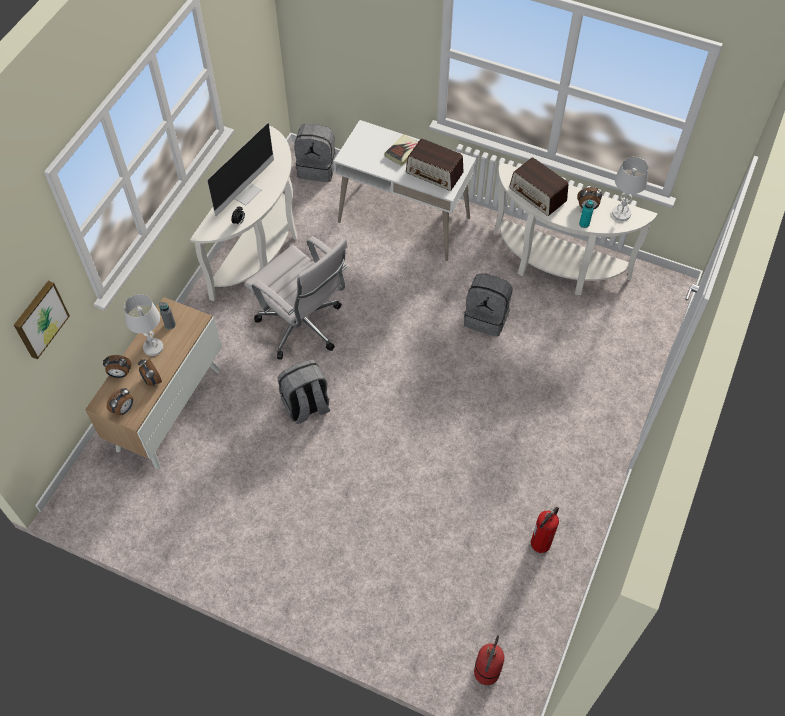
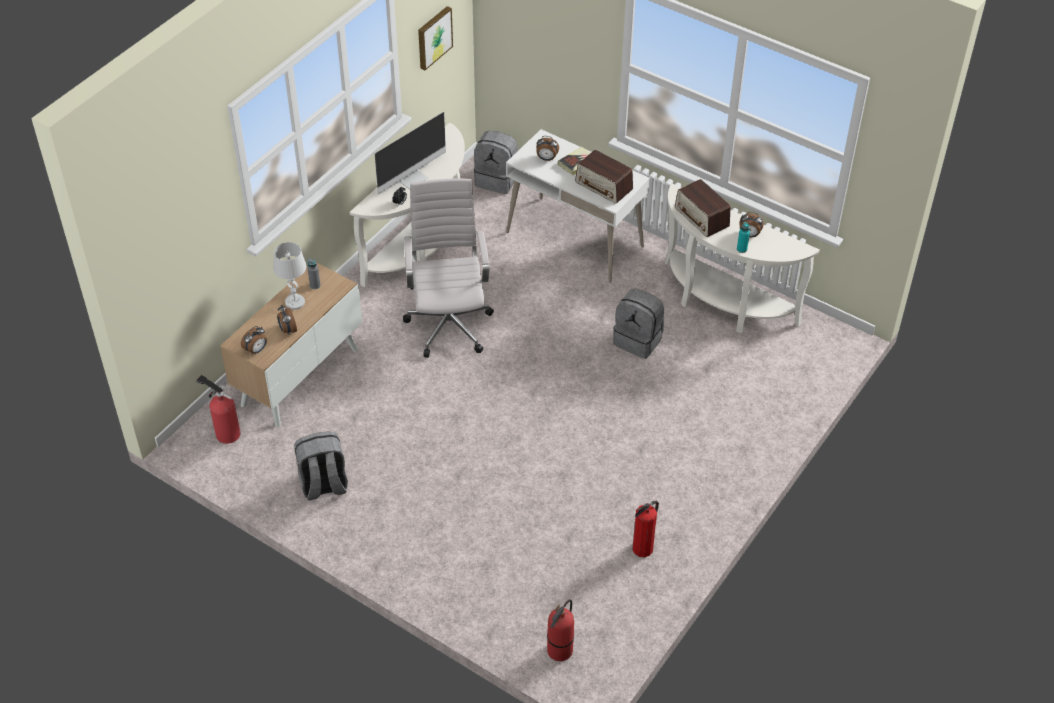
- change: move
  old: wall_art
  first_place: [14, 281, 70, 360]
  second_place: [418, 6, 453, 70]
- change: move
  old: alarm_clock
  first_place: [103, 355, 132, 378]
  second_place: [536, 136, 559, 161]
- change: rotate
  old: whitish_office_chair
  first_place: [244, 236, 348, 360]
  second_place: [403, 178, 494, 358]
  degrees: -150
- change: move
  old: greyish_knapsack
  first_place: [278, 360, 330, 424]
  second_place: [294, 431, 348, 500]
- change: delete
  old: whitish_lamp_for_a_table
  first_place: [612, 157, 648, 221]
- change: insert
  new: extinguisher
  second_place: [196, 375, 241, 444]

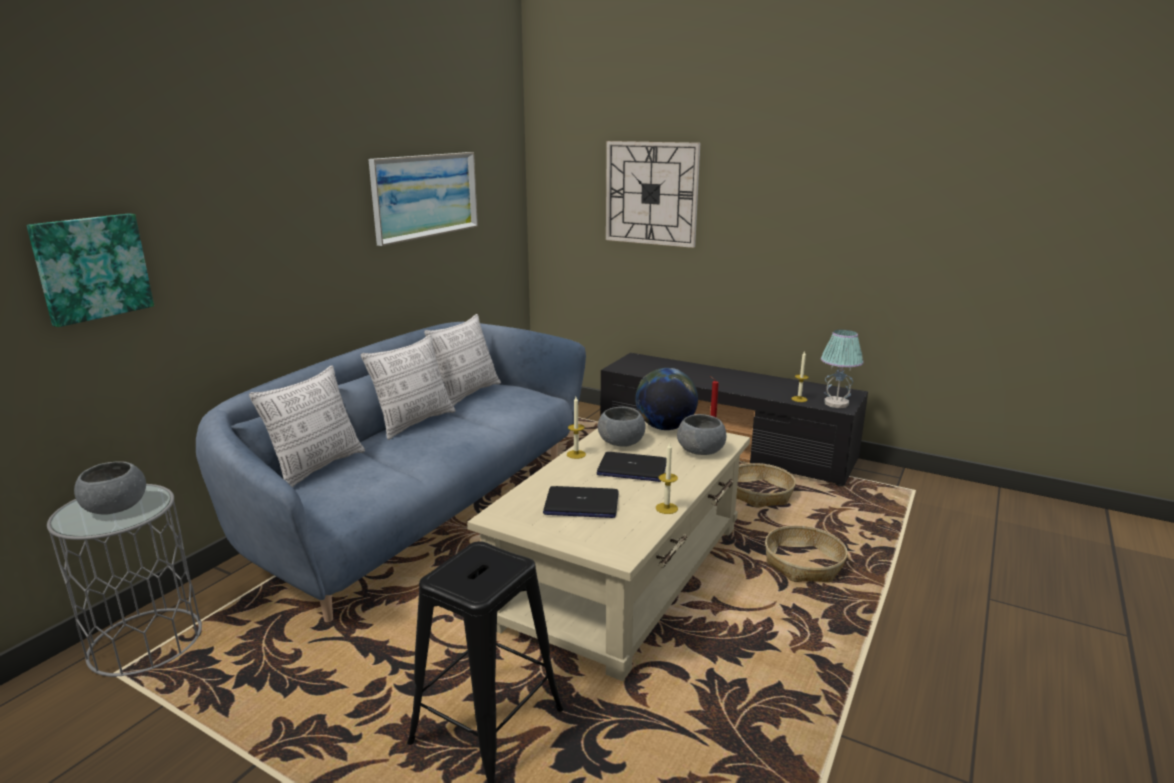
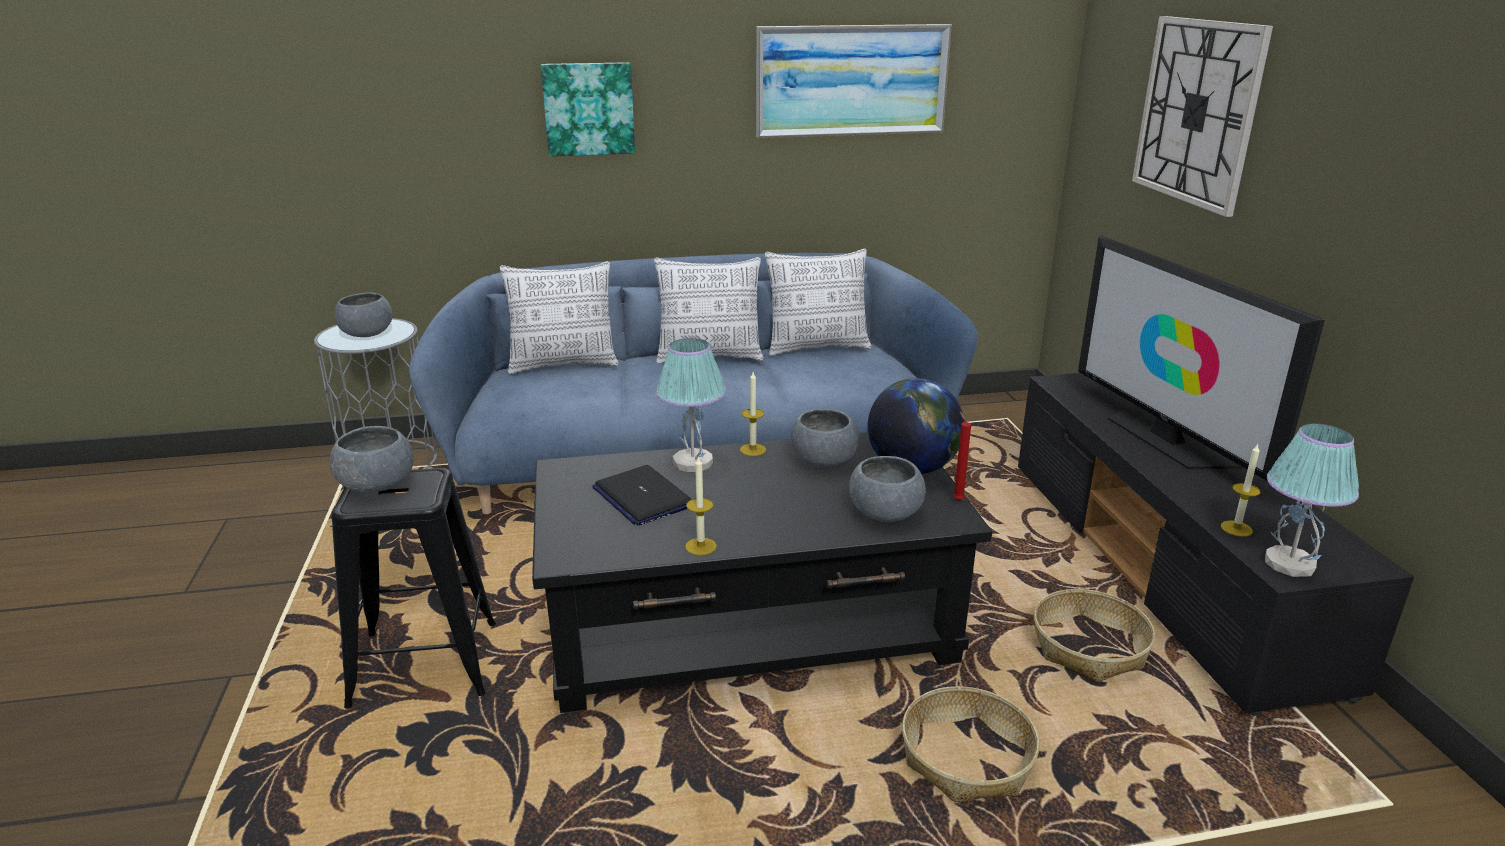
- change: move
  old: wall_art
  first_place: [27, 213, 154, 327]
  second_place: [541, 62, 635, 156]
- change: recolor
  old: beige-coloured_lounge_table
  new: black-coloured_lounge_table
  first_place: [467, 422, 750, 681]
  second_place: [532, 432, 992, 713]
- change: delete
  old: portable_computer
  first_place: [596, 452, 667, 482]
- change: insert
  new: greyish_deep_dish
  second_place: [329, 426, 414, 493]
- change: insert
  new: lamp_for_a_table
  second_place: [656, 338, 726, 472]
- change: insert
  new: TV
  second_place: [1078, 235, 1325, 481]

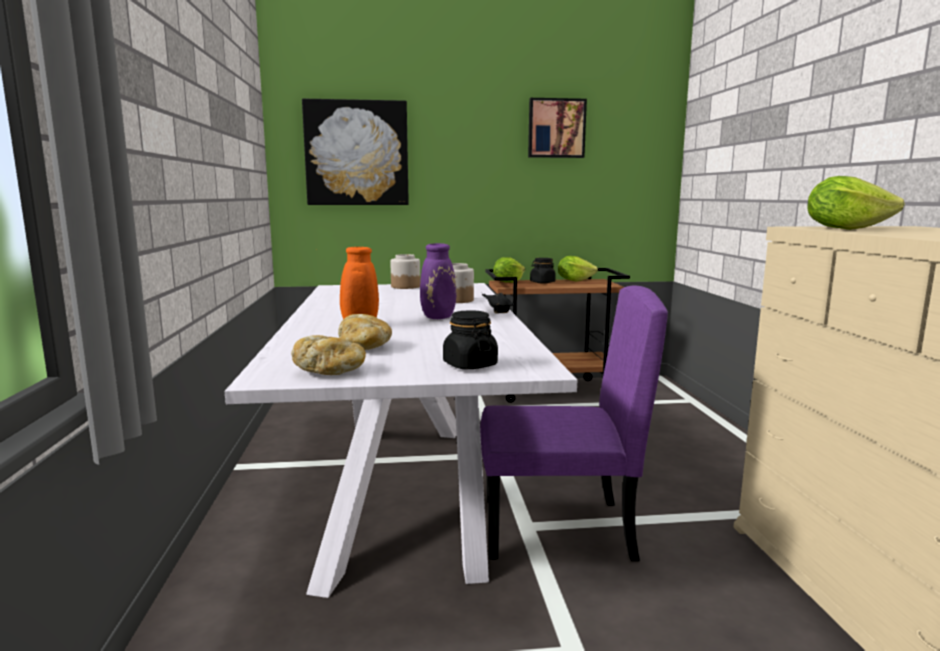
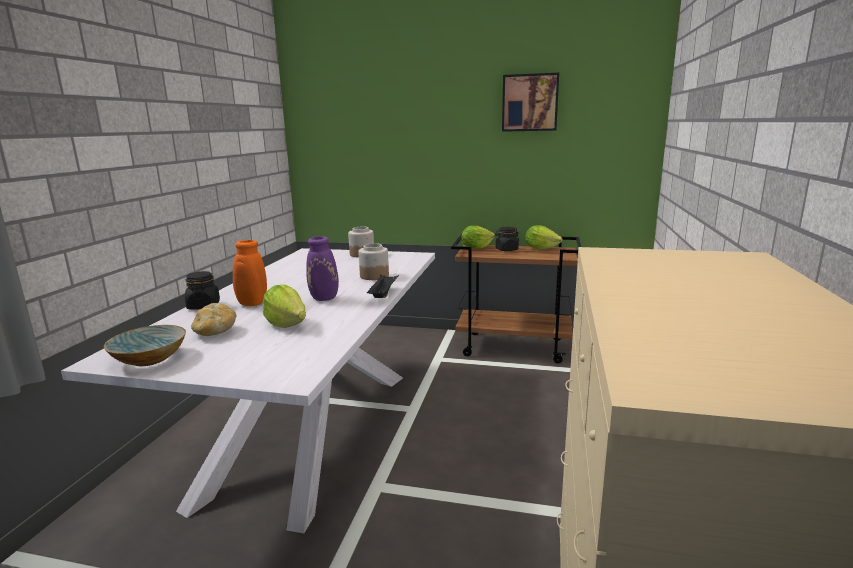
- change: replace
  old: bakery_bread
  new: deep_dish
  first_place: [291, 335, 366, 375]
  second_place: [104, 325, 186, 366]
- change: delete
  old: wall_art
  first_place: [302, 99, 409, 205]
- change: move
  old: black-coloured_jar
  first_place: [443, 310, 498, 369]
  second_place: [185, 271, 220, 310]
- change: delete
  old: purplish_upright_chair
  first_place: [480, 285, 668, 561]
- change: move
  old: lettuce_head
  first_place: [807, 176, 905, 230]
  second_place: [263, 285, 306, 328]

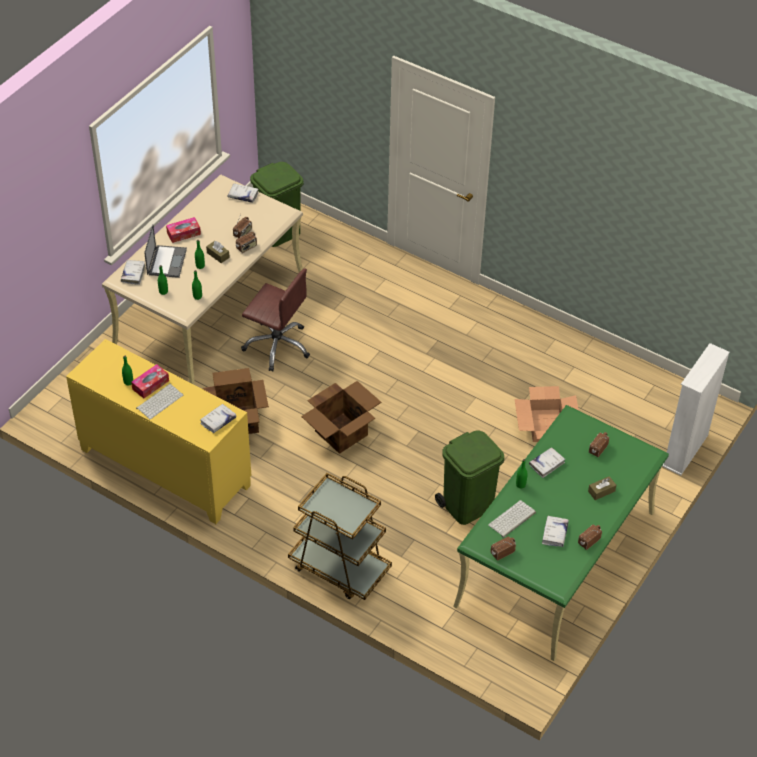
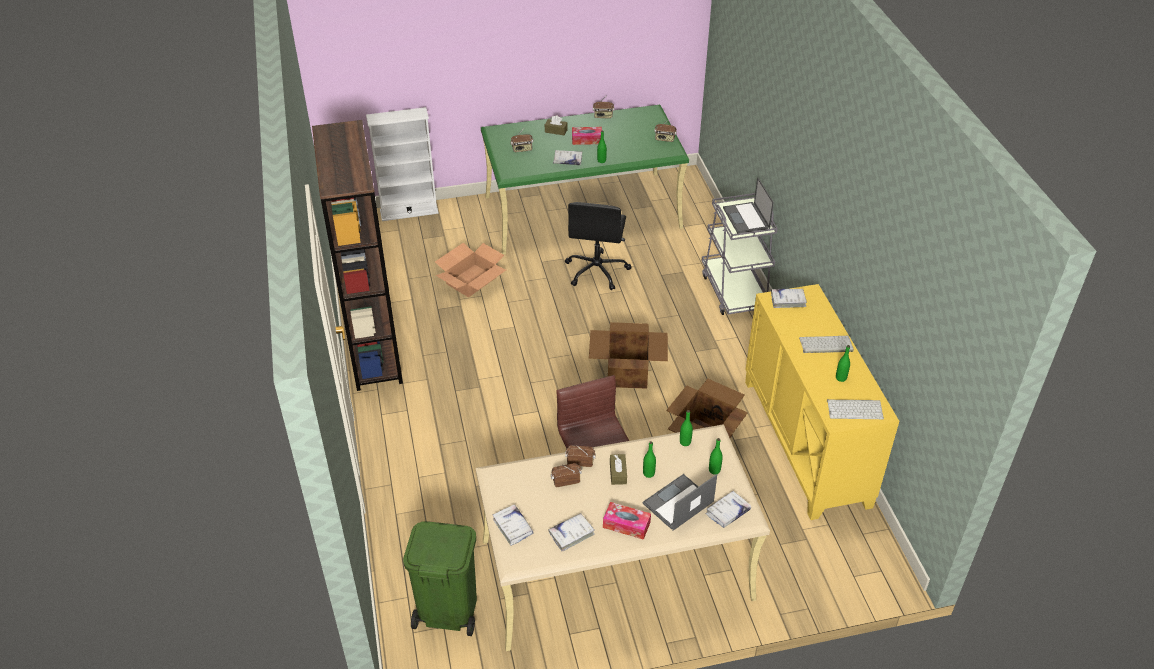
- change: move
  old: box_of_tissues
  first_place: [131, 364, 169, 399]
  second_place: [572, 127, 602, 145]
- change: recolor
  old: brown_cart
  new: greyish_cart
  first_place: [288, 473, 392, 600]
  second_place: [702, 193, 778, 315]
- change: replace
  old: green_rubbish_bin
  new: black-coloured_office_chair
  first_place: [435, 431, 505, 525]
  second_place: [565, 202, 631, 290]
- change: move
  old: keyboard
  first_place: [488, 500, 536, 538]
  second_place: [827, 399, 884, 419]
- change: move
  old: whitish_bound_book
  first_place: [542, 516, 569, 547]
  second_place: [548, 513, 595, 551]
- change: insert
  new: brown_shelving_unit
  second_place: [312, 120, 403, 391]
- change: insert
  new: portable_computer
  second_place: [723, 177, 774, 234]

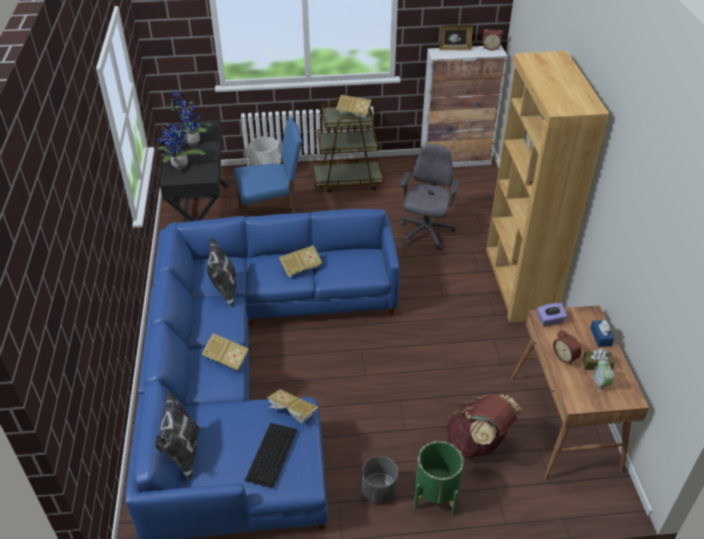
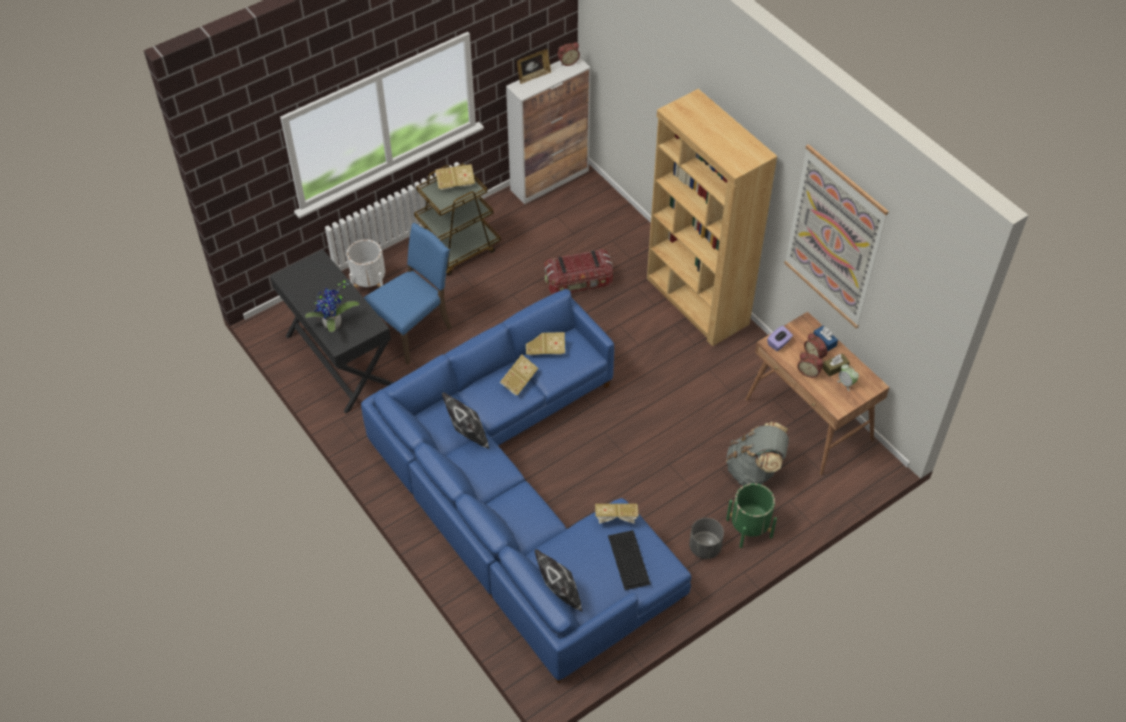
- change: delete
  old: potted_plant
  first_place: [167, 90, 211, 146]
- change: move
  old: bound_book
  first_place: [201, 334, 249, 371]
  second_place: [526, 332, 565, 355]
- change: replace
  old: greyish_office_chair
  new: storage_bin
  first_place: [400, 144, 460, 250]
  second_place: [544, 249, 613, 294]
- change: recolor
  old: brown_knapsack
  new: greyish_knapsack
  first_place: [447, 394, 523, 458]
  second_place: [726, 422, 789, 486]
- change: insert
  new: wall_art
  second_place: [784, 144, 889, 329]
- change: insert
  new: alarm_clock
  second_place: [804, 333, 828, 359]

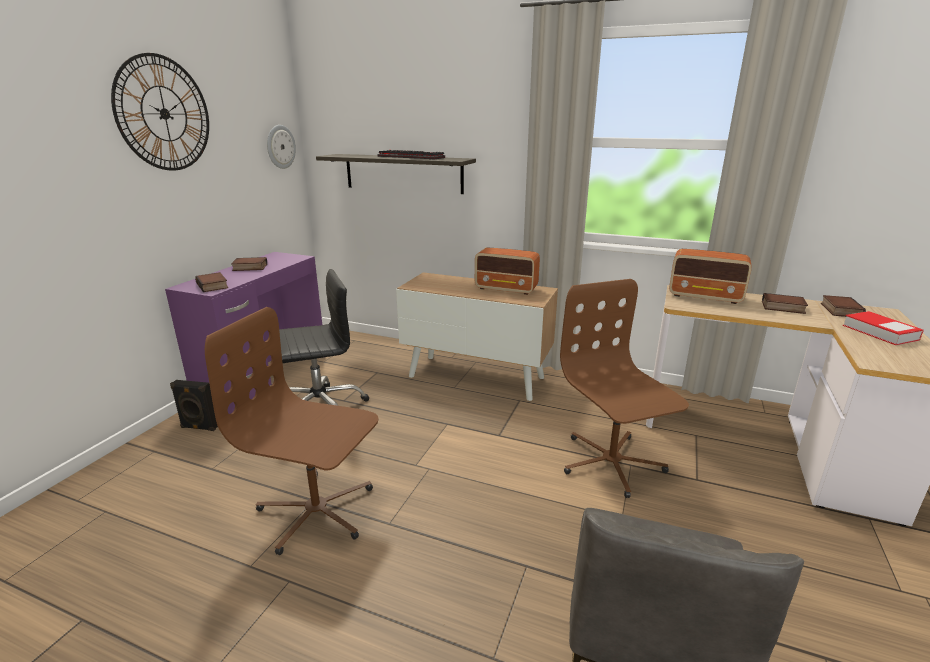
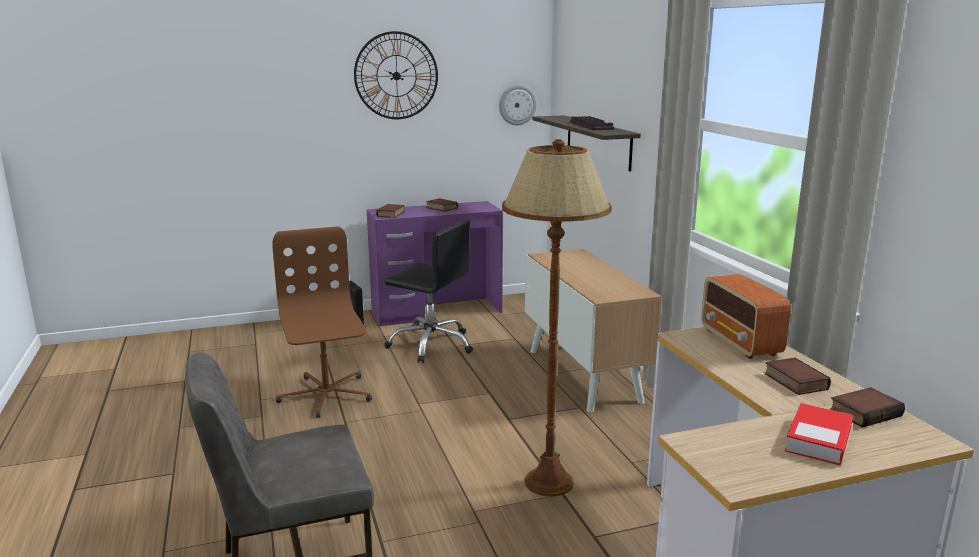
- change: delete
  old: radio_receiver
  first_place: [475, 248, 540, 295]
- change: replace
  old: brown_office_chair
  new: brown_floor_lamp
  first_place: [560, 279, 689, 498]
  second_place: [502, 139, 612, 497]

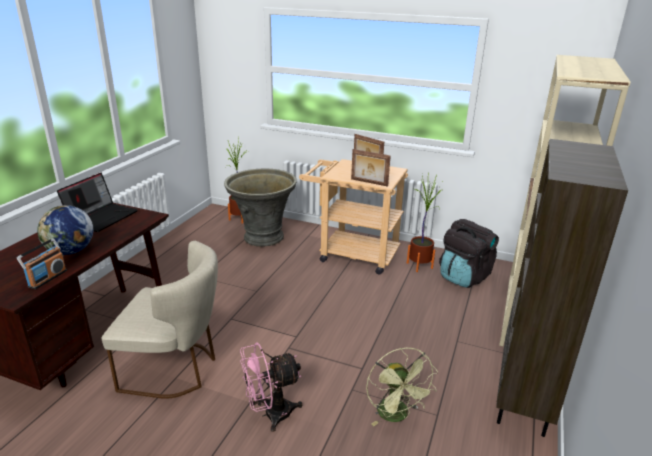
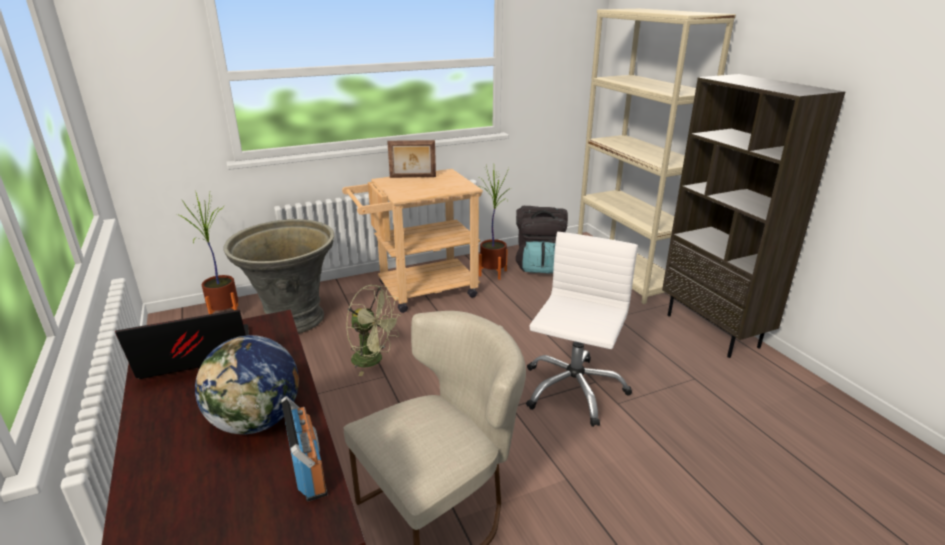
- change: rotate
  old: portable_computer
  first_place: [57, 173, 138, 232]
  second_place: [115, 310, 249, 379]
  degrees: -90
- change: delete
  old: pink_electric_fan
  first_place: [240, 342, 302, 432]
- change: delete
  old: picture_frame
  first_place: [351, 149, 391, 187]
- change: move
  old: green_electric_fan
  first_place: [366, 348, 438, 426]
  second_place: [346, 285, 402, 376]
- change: insert
  new: whitish_office_chair
  second_place: [526, 232, 638, 427]

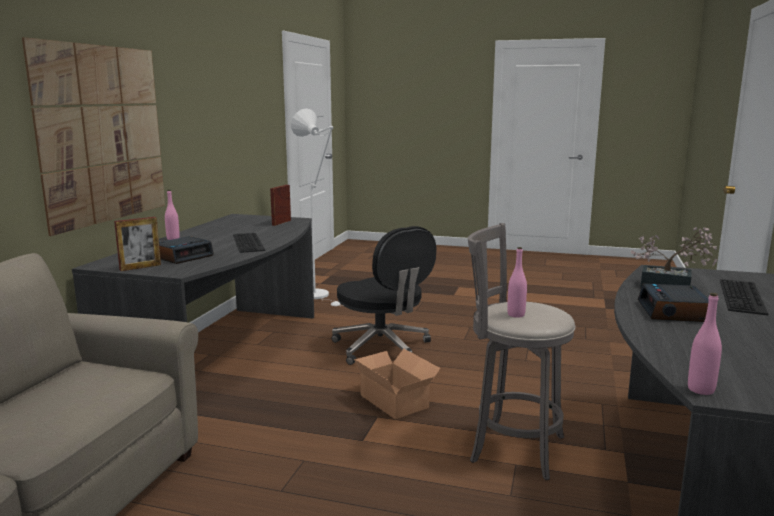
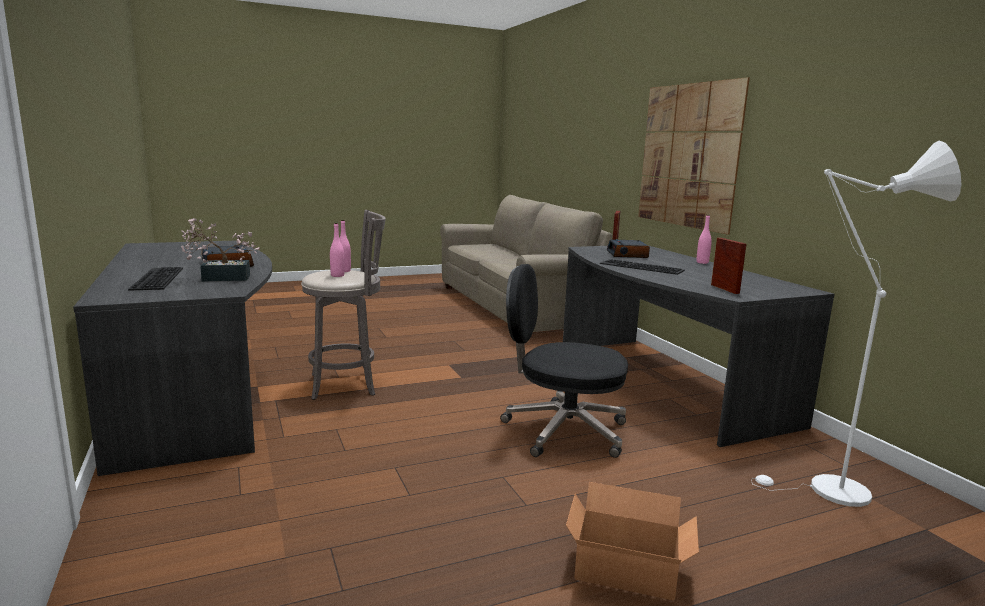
- change: move
  old: packing_box
  first_place: [354, 349, 441, 419]
  second_place: [566, 482, 699, 601]
- change: move
  old: pink_beverage_bottle
  first_place: [688, 293, 722, 395]
  second_place: [330, 222, 345, 277]

